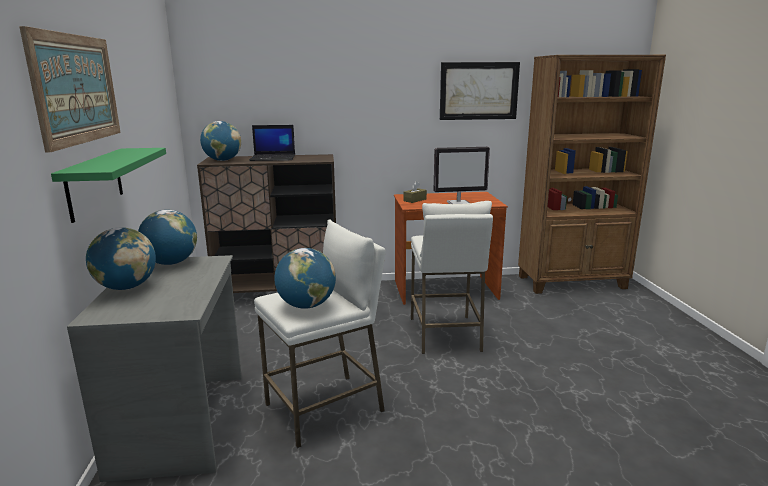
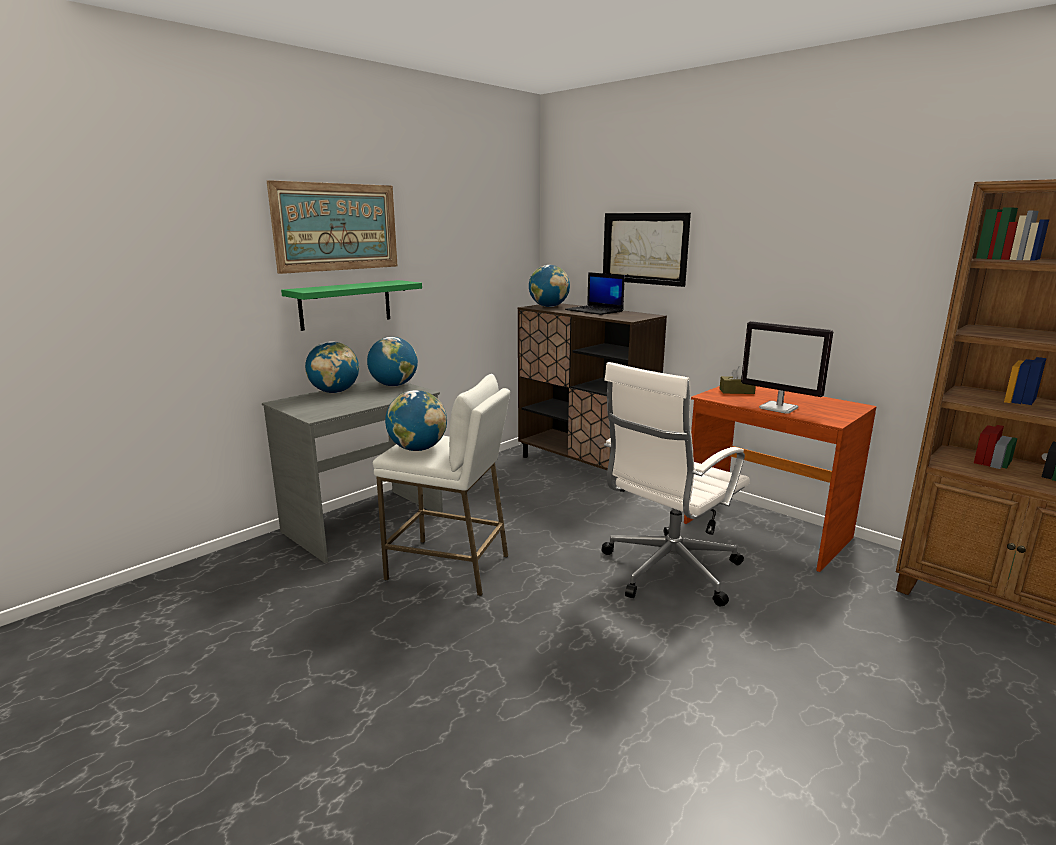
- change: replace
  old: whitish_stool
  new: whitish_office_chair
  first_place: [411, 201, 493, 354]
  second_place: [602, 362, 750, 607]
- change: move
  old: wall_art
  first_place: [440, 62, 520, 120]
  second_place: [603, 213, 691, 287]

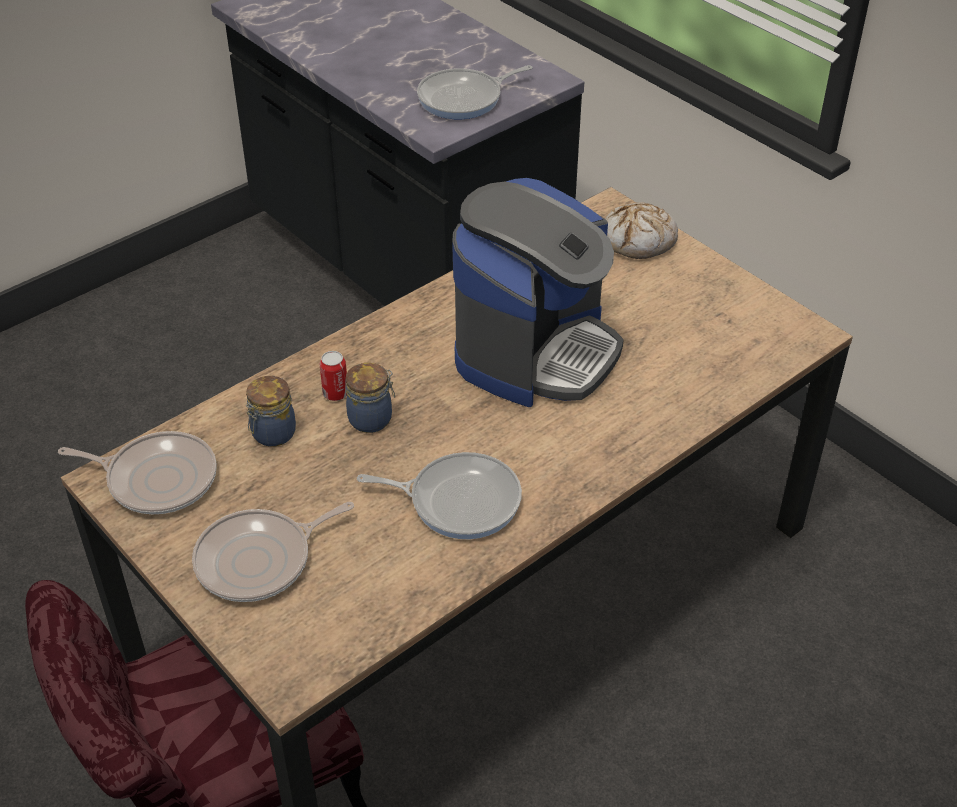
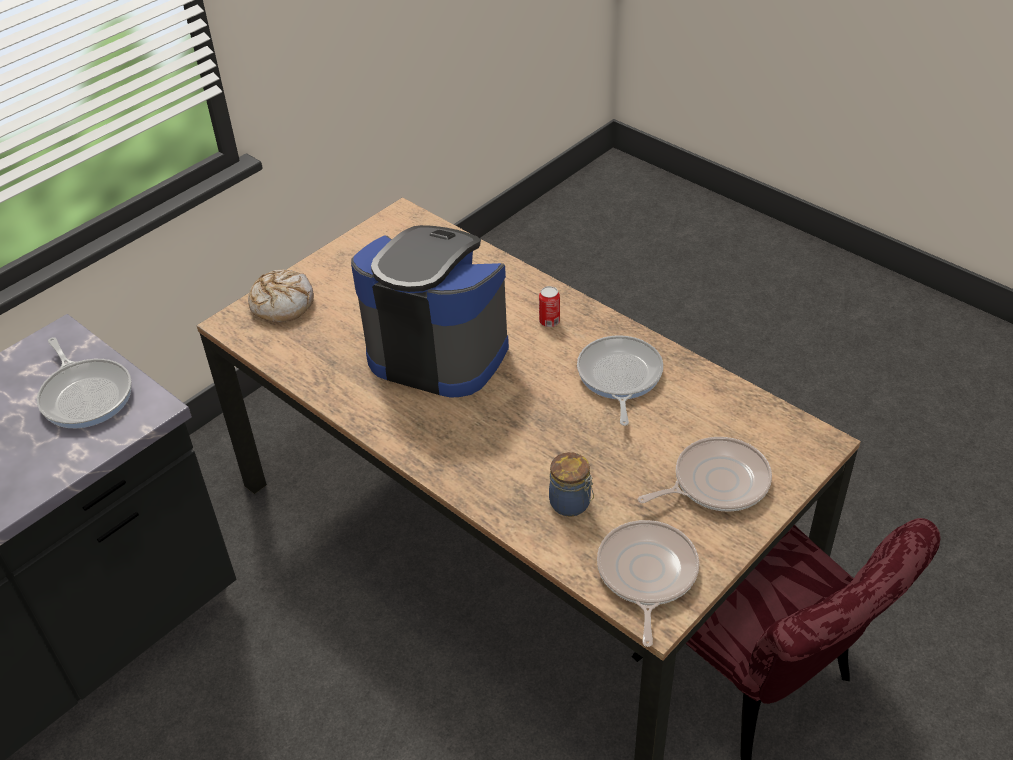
- change: rotate
  old: skillet
  first_place: [192, 502, 354, 602]
  second_place: [638, 437, 772, 512]
  degrees: -75
- change: move
  old: can
  first_place: [320, 351, 347, 401]
  second_place: [539, 286, 560, 327]
- change: delete
  old: jar
  first_place: [346, 363, 395, 433]

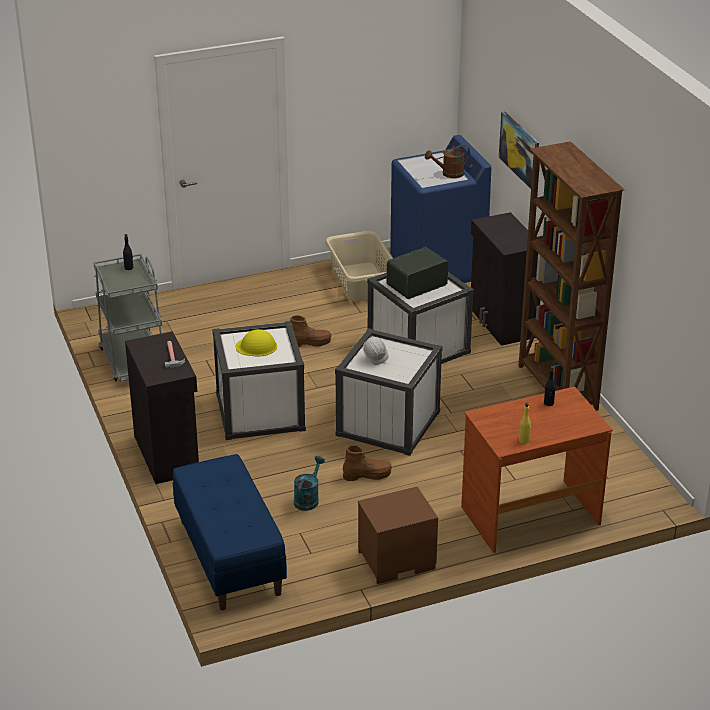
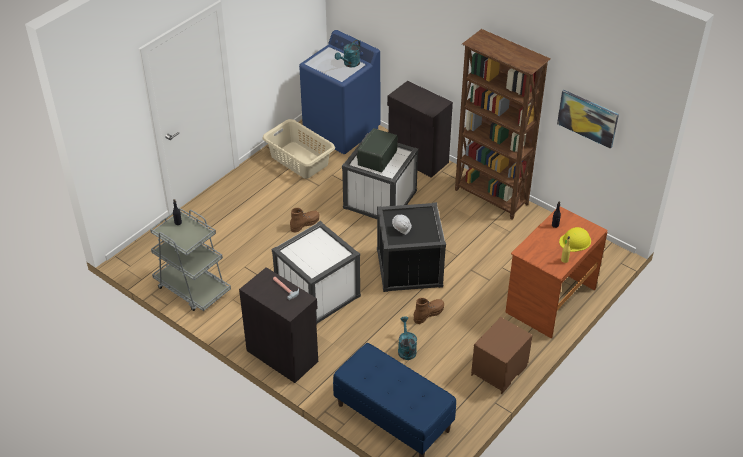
- change: move
  old: yellowish_work_helmet
  first_place: [235, 329, 277, 356]
  second_place: [559, 227, 591, 252]
- change: recolor
  old: whitish_storage_bin
  new: black-coloured_storage_bin
  first_place: [335, 328, 443, 456]
  second_place: [377, 202, 446, 292]
- change: recolor
  old: brown_watering_can
  new: turquoise_watering_can
  first_place: [425, 144, 470, 178]
  second_place: [335, 40, 360, 67]
- change: move
  old: wall_art
  first_place: [499, 111, 539, 189]
  second_place: [557, 90, 619, 149]

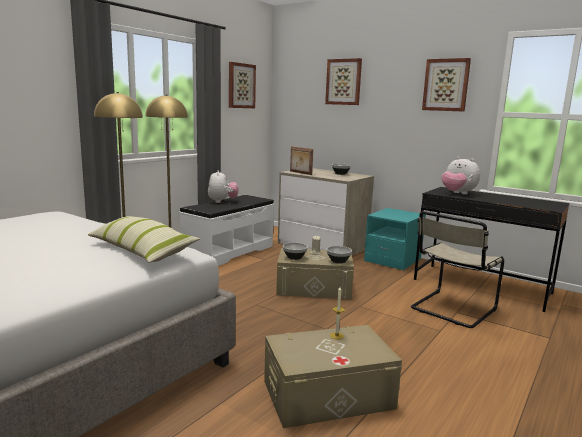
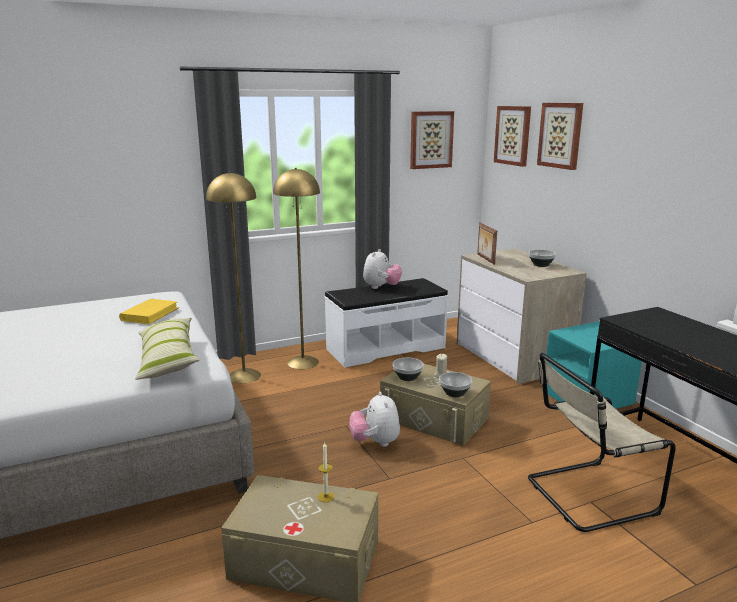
- change: move
  old: wall_art
  first_place: [422, 58, 471, 112]
  second_place: [494, 106, 531, 167]
- change: move
  old: plush_toy
  first_place: [441, 157, 480, 194]
  second_place: [349, 392, 400, 447]
- change: insert
  new: yellowish_bound_book
  second_place: [119, 299, 179, 324]

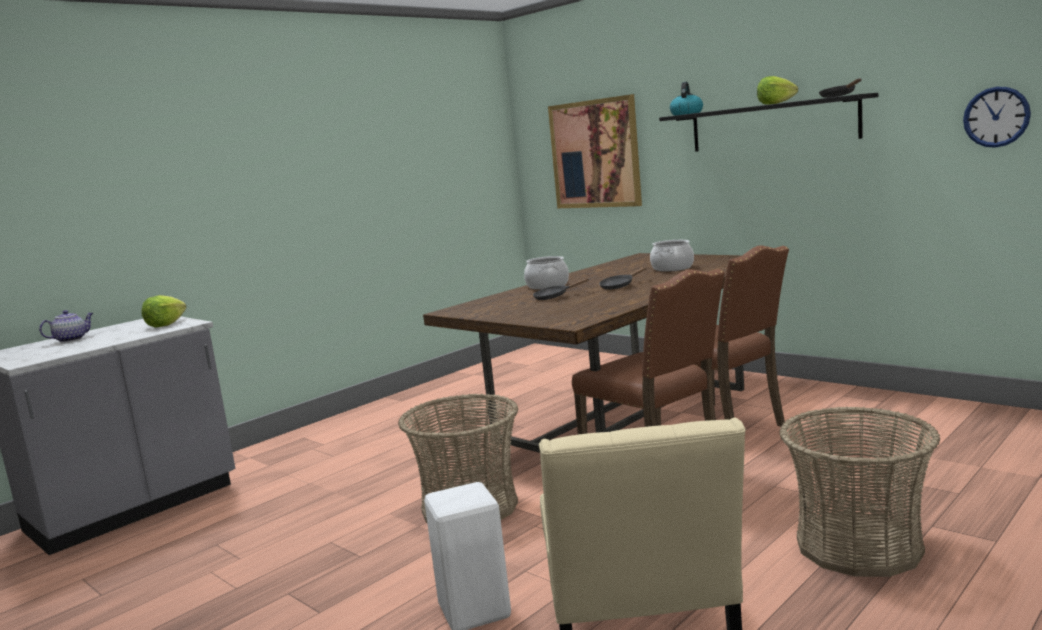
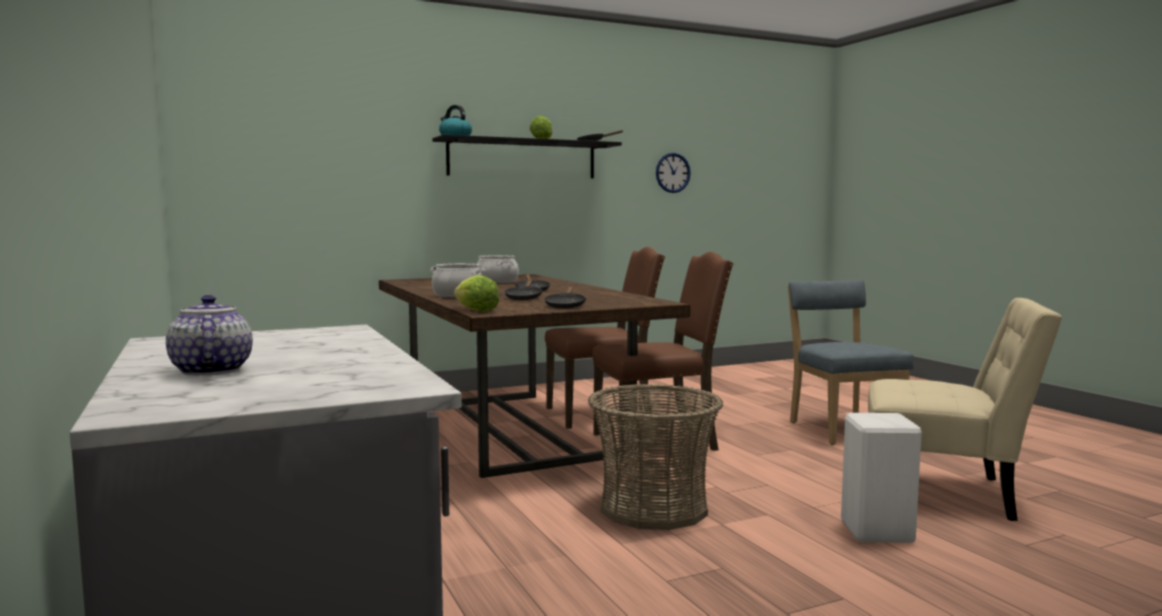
- change: move
  old: lettuce_head
  first_place: [141, 295, 186, 328]
  second_place: [454, 275, 499, 312]
- change: delete
  old: wall_art
  first_place: [548, 94, 642, 208]
- change: replace
  old: storage_basket
  new: bluish_upright_chair
  first_place: [779, 407, 940, 577]
  second_place: [788, 280, 914, 445]
- change: insert
  new: black-coloured_skillet
  second_place: [544, 286, 586, 309]

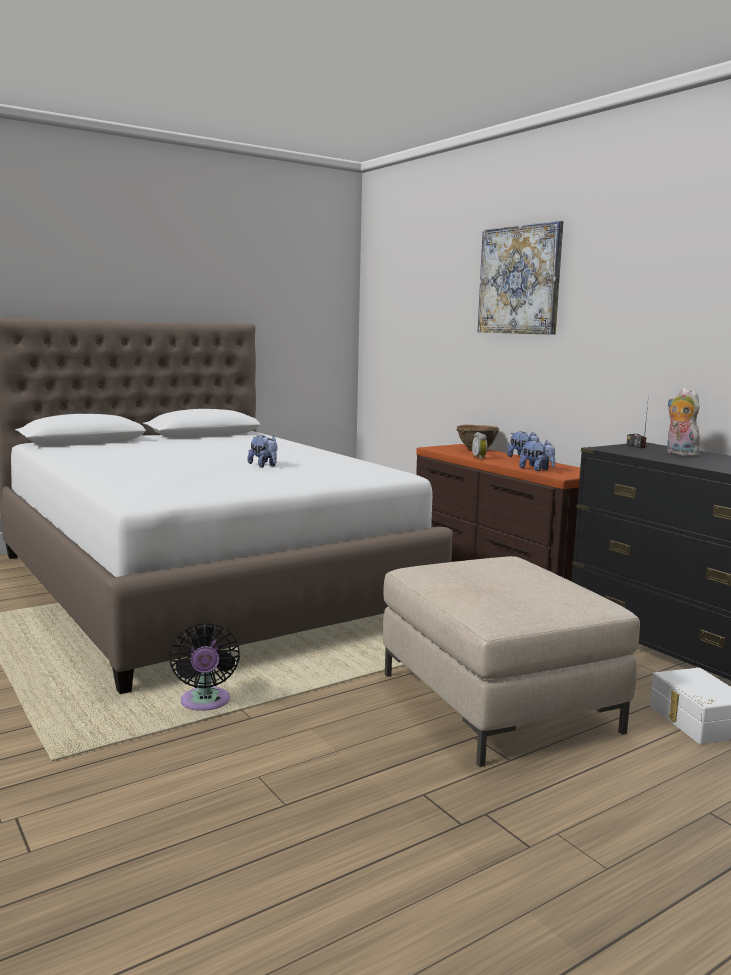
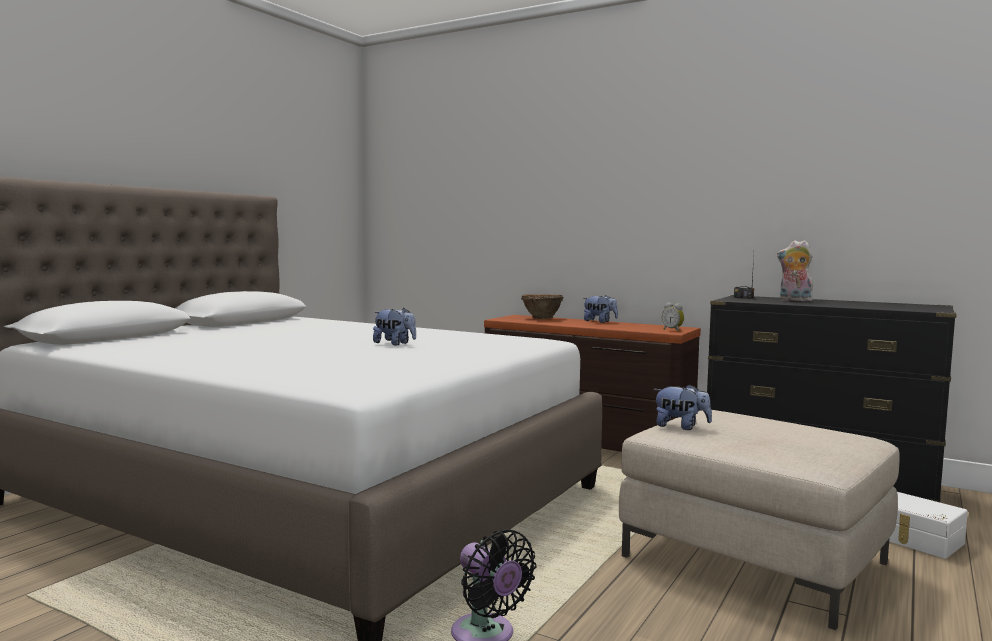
- change: move
  old: alarm_clock
  first_place: [472, 432, 487, 460]
  second_place: [662, 302, 684, 332]
- change: delete
  old: wall_art
  first_place: [478, 220, 563, 335]
- change: move
  old: plush_toy
  first_place: [519, 440, 555, 471]
  second_place: [653, 384, 712, 430]

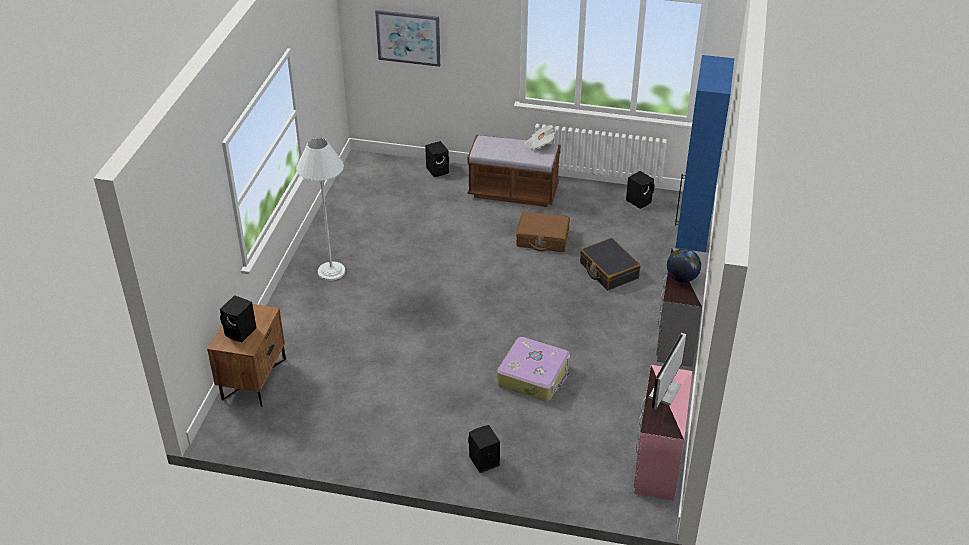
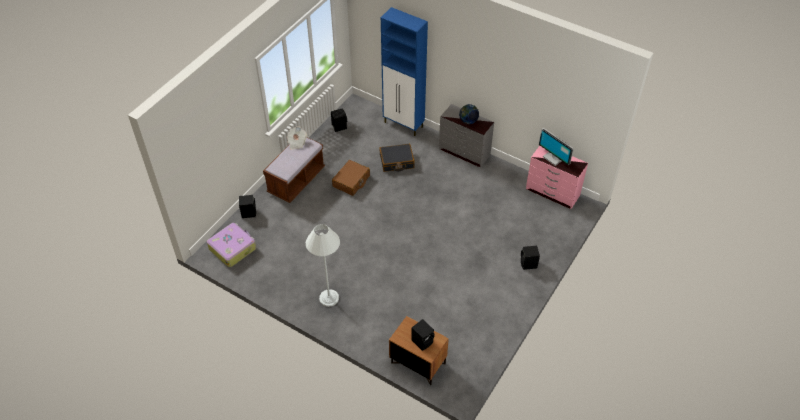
- change: delete
  old: wall_art
  first_place: [375, 10, 440, 67]
- change: move
  old: travel_case
  first_place: [497, 337, 570, 401]
  second_place: [207, 223, 256, 267]

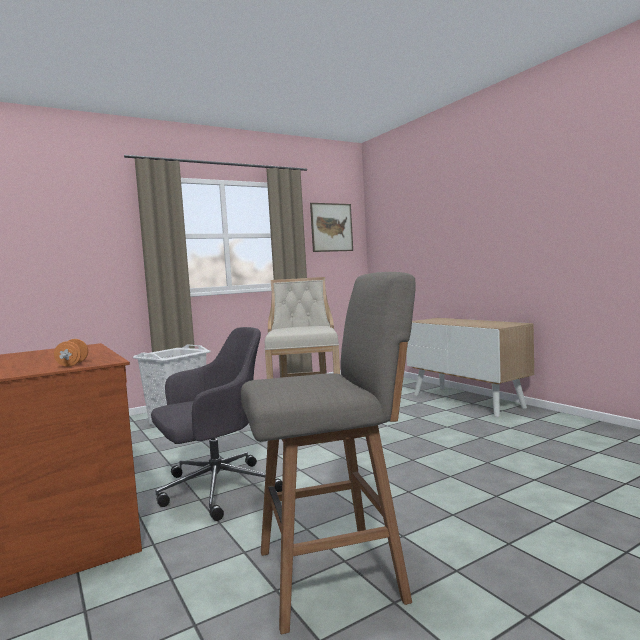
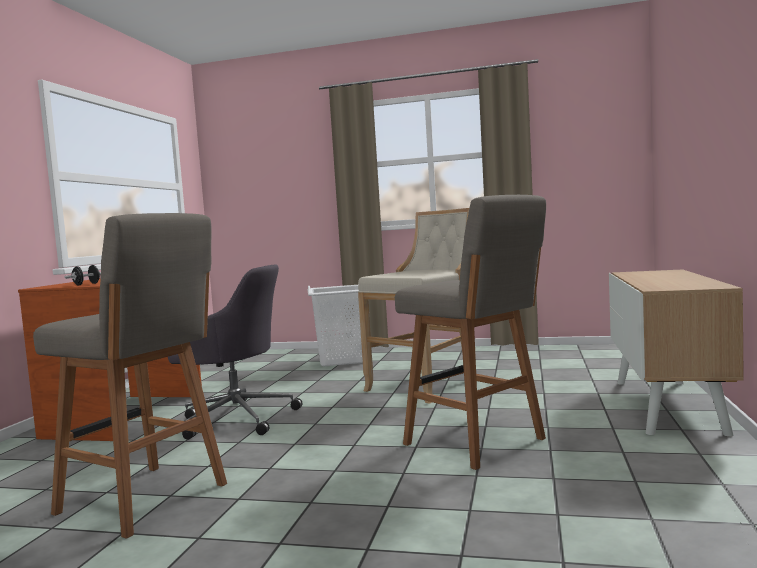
- change: recolor
  old: orangey_dumbbell
  new: black-coloured_dumbbell
  first_place: [54, 339, 88, 366]
  second_place: [64, 265, 101, 285]
- change: delete
  old: wall_art
  first_place: [310, 203, 353, 252]
- change: insert
  new: greyish_stool
  second_place: [395, 195, 546, 470]

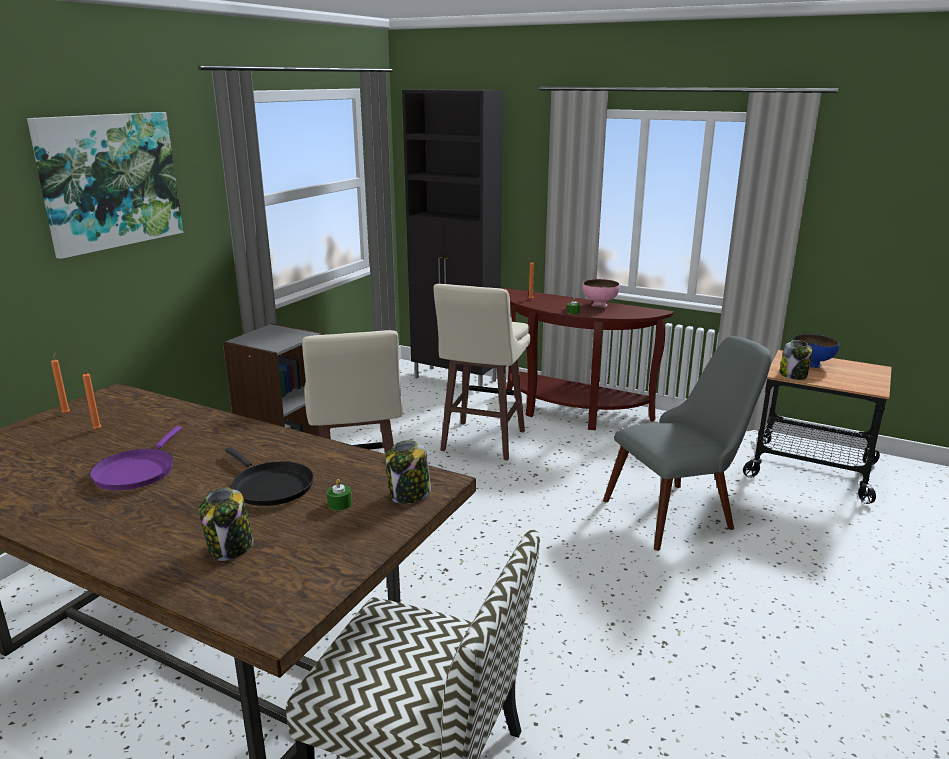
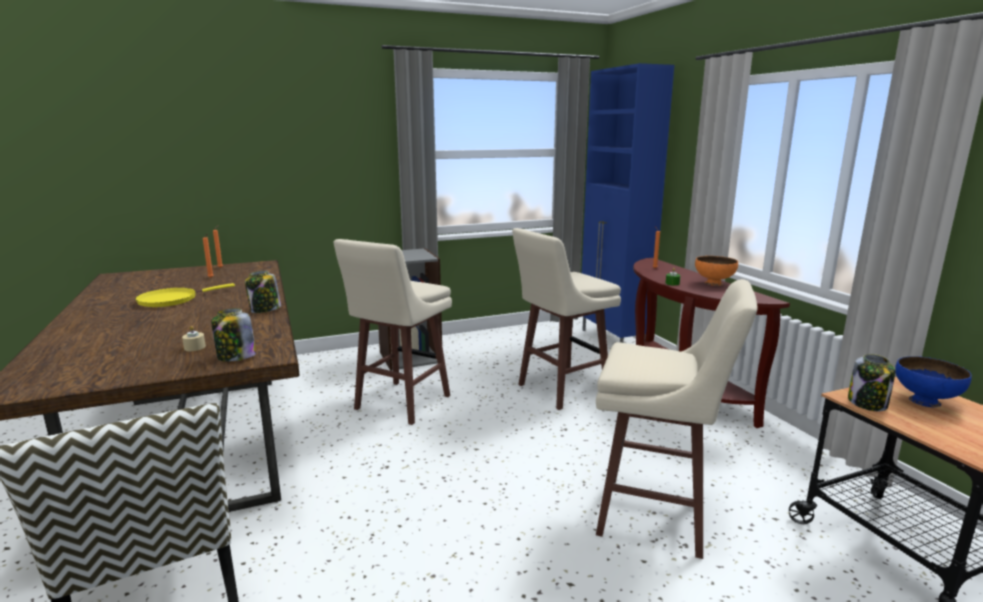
- change: delete
  old: wall_art
  first_place: [27, 112, 184, 259]
- change: recolor
  old: purplish_skillet
  new: yellowish_skillet
  first_place: [90, 426, 182, 490]
  second_place: [135, 283, 235, 307]
- change: move
  old: jar
  first_place: [199, 487, 253, 561]
  second_place: [245, 271, 281, 313]
- change: delete
  old: black-coloured_skillet
  first_place: [225, 447, 314, 506]
- change: recolor
  old: green_wax_light
  new: beige-coloured_wax_light
  first_place: [327, 479, 352, 511]
  second_place: [182, 326, 206, 351]
- change: recolor
  old: black-coloured_cupboard
  new: bluish_cupboard
  first_place: [402, 89, 503, 392]
  second_place: [582, 63, 674, 343]
- change: recolor
  old: pink_deep_dish
  new: orangey_deep_dish
  first_place: [582, 279, 620, 307]
  second_place: [695, 256, 738, 286]
- change: replace
  old: greyish_upright_chair
  new: beige-coloured_stool
  first_place: [603, 336, 772, 551]
  second_place: [596, 279, 758, 559]

